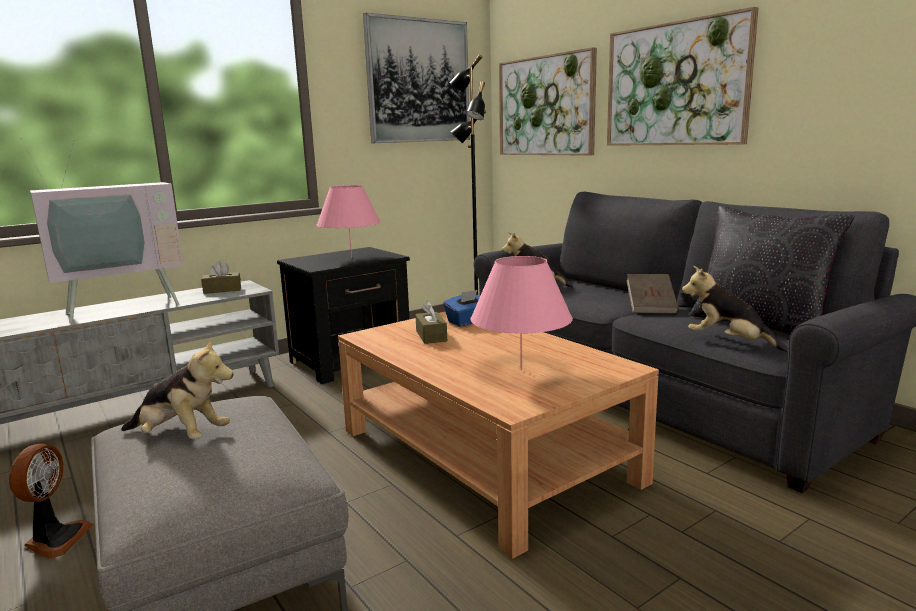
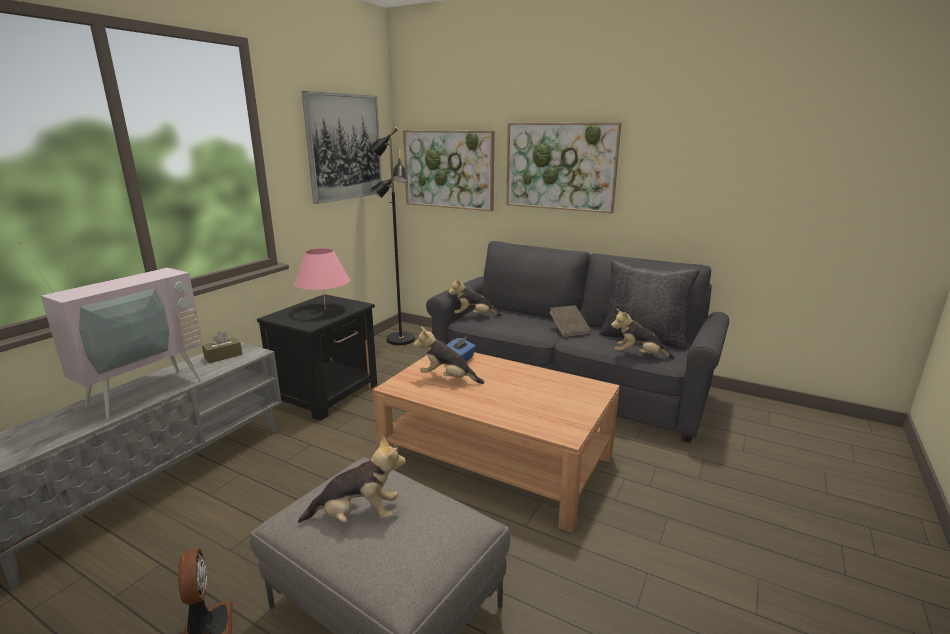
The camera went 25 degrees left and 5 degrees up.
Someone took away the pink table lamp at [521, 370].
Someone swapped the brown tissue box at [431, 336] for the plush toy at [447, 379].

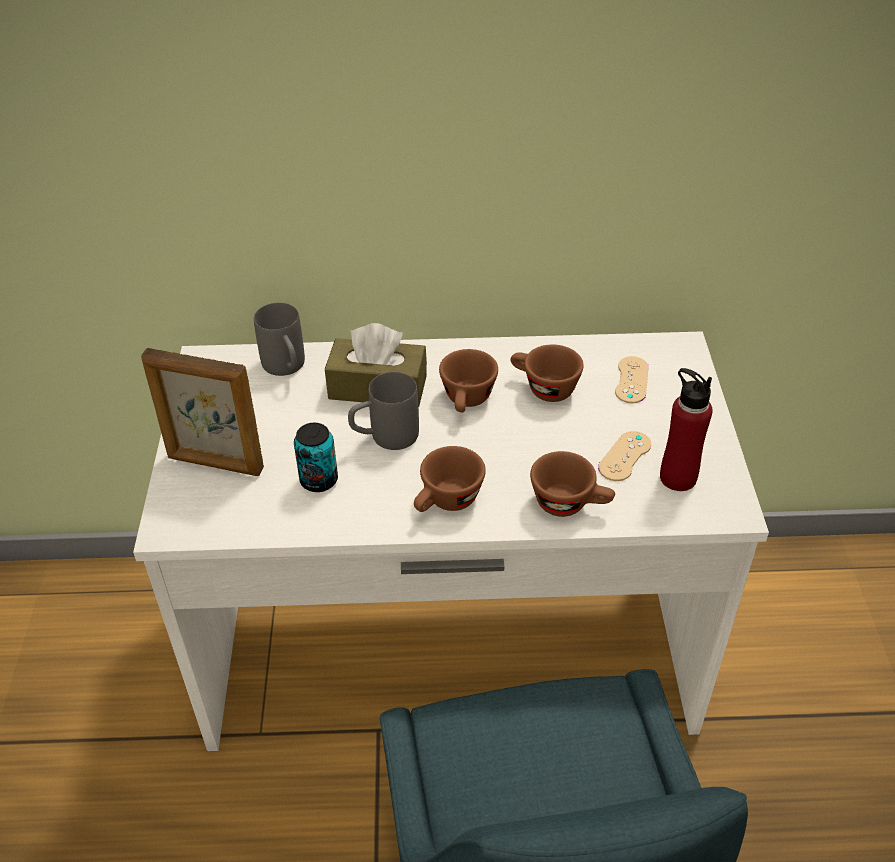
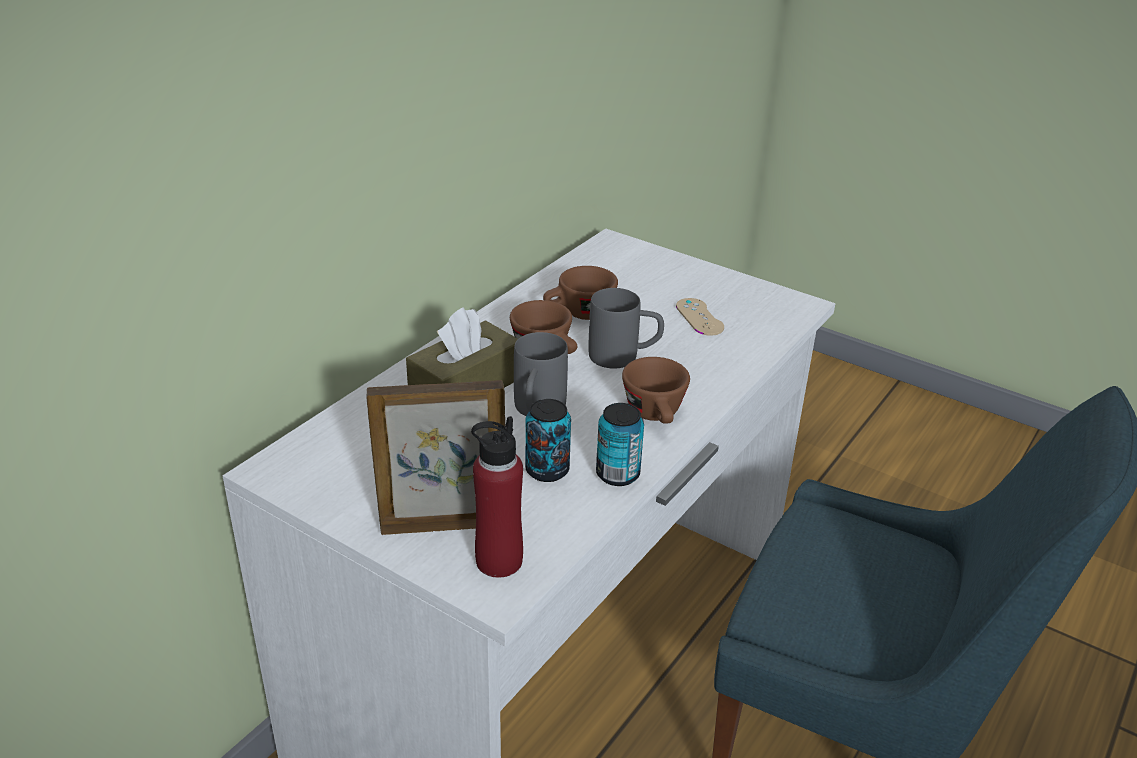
The camera went 55 degrees left and 10 degrees down.
Someone carried the grey mug from [287, 368] to [624, 357].
Someone rotated the picture frame at [215, 464] by 150 degrees counterclockwise.
Someone took away the beige game controller at [631, 380].
Someone carried the red bottle from [677, 477] to [498, 561].
Someone took away the brown cup at [570, 503].
Someone put down the can at [617, 474].

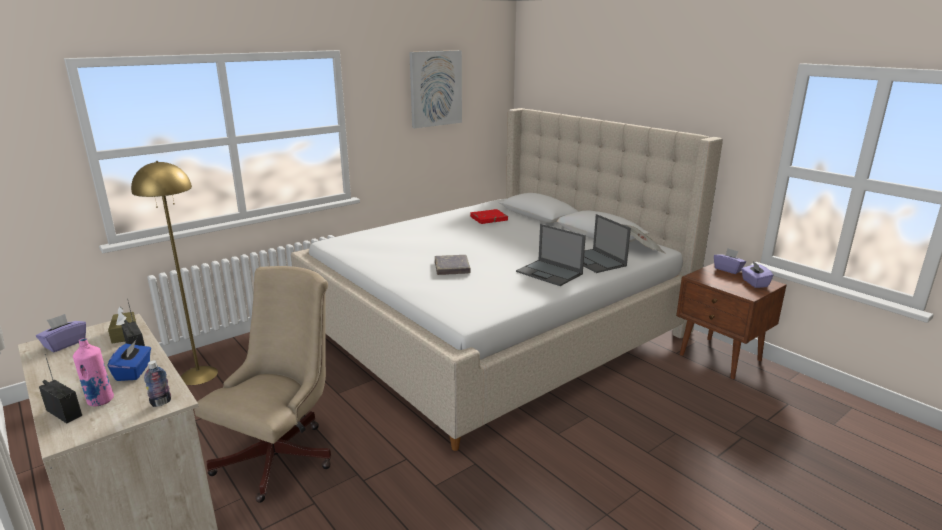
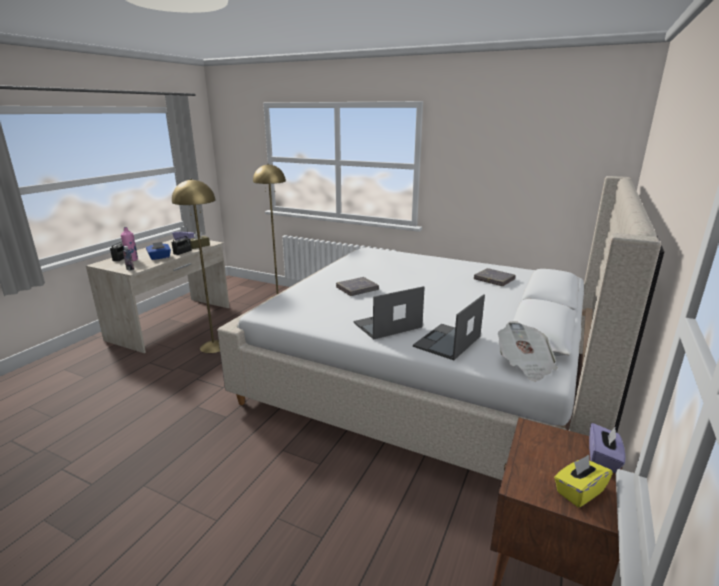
The camera went 65 degrees right and 0 degrees up.
Someone took away the picture at [435, 88].
Someone repainted the red book at [488, 219], which became the grey book at [494, 279].
Someone rotated the laptop at [550, 273] by 45 degrees clockwise.
Someone repainted the purple tissue box at [754, 283], which became the yellow tissue box at [579, 491].
Someone swapped the beige office chair at [282, 454] for the yellow floor lamp at [213, 346].

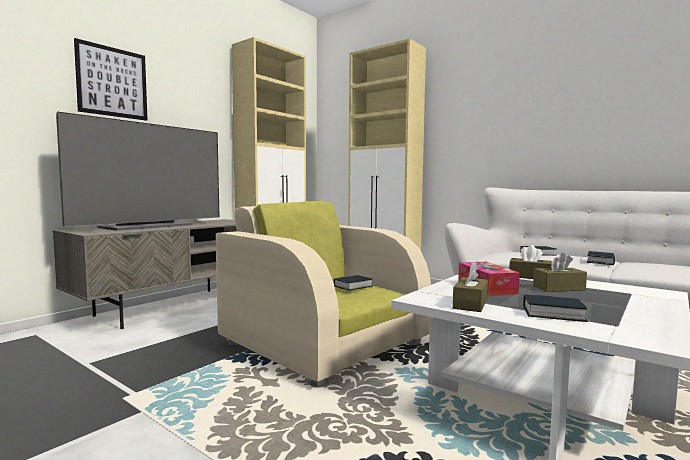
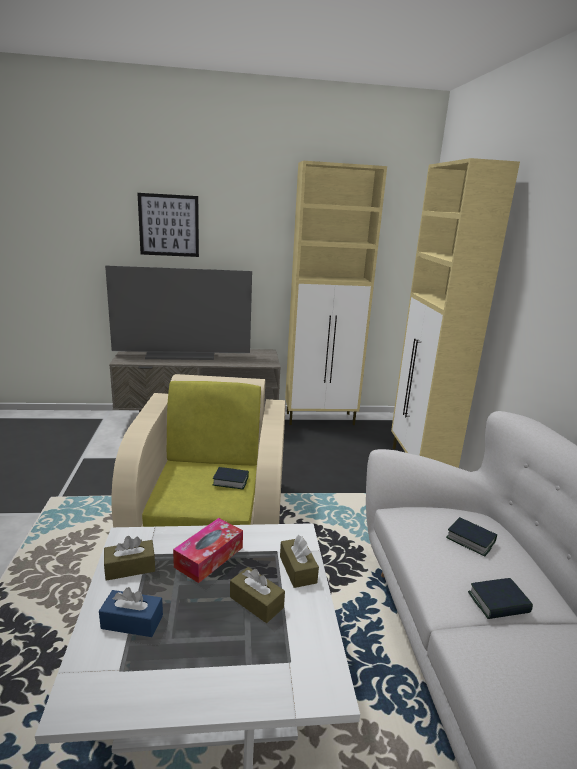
The camera went 45 degrees right and 15 degrees up.
Someone swapped the book at [553, 314] for the blue tissue box at [132, 622].

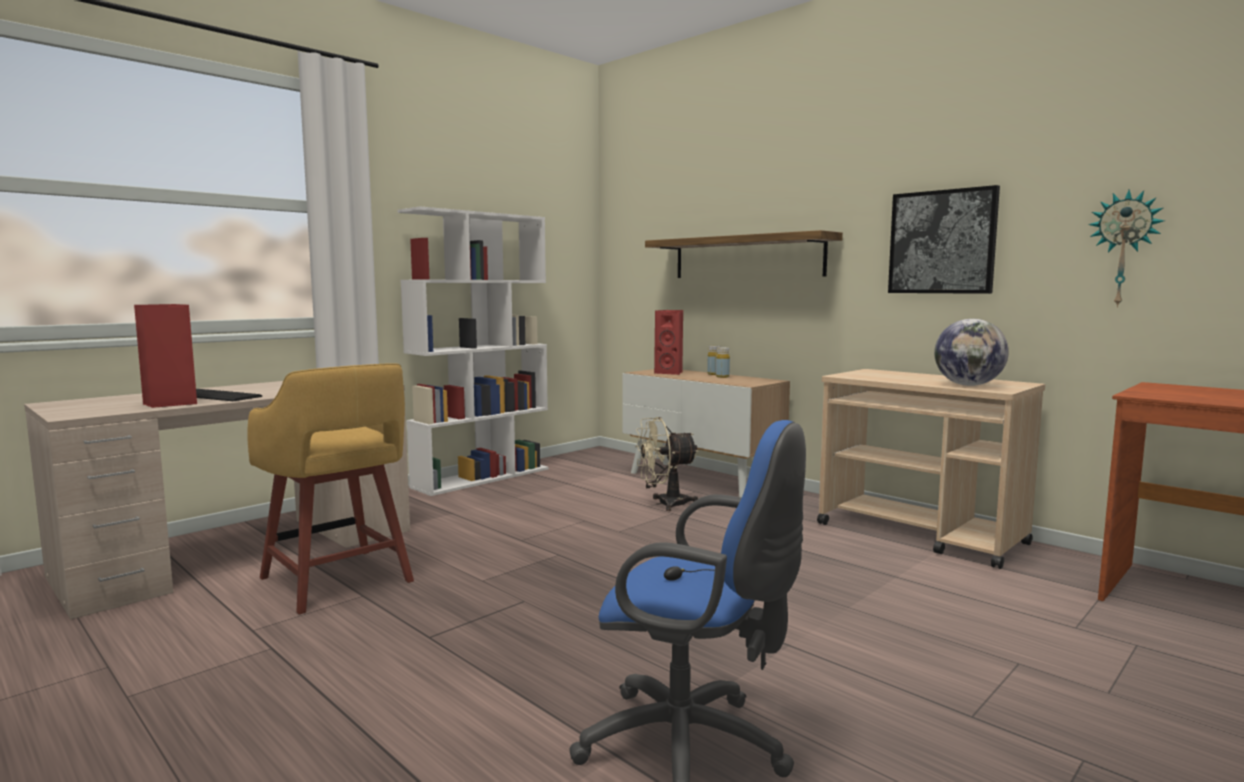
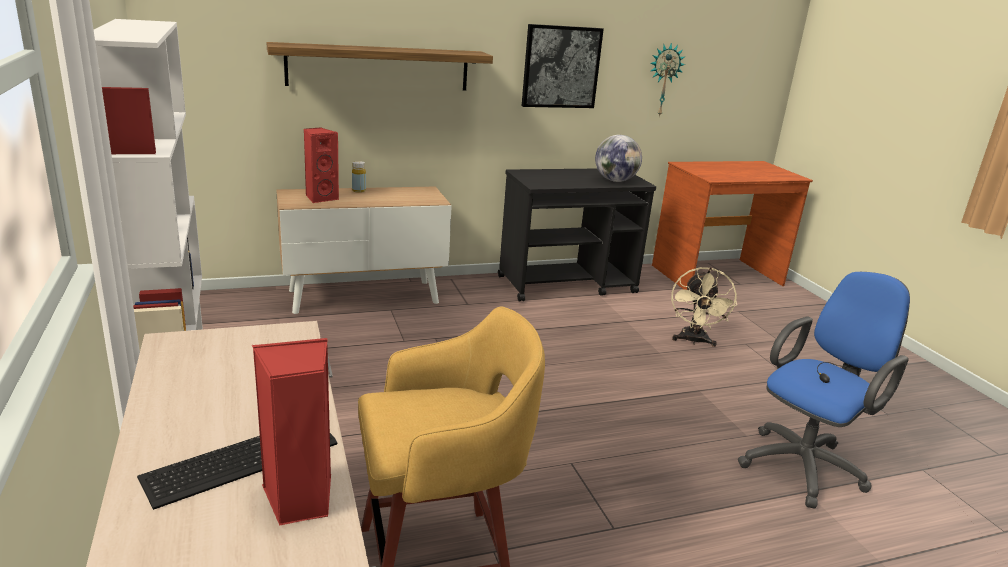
The camera went 65 degrees left and 15 degrees up.
Someone took away the yellow bottle at [722, 377].
Someone repainted the beige cart at [921, 534], which became the black cart at [568, 285].
Someone carried the beige fan from [664, 504] to [693, 341].

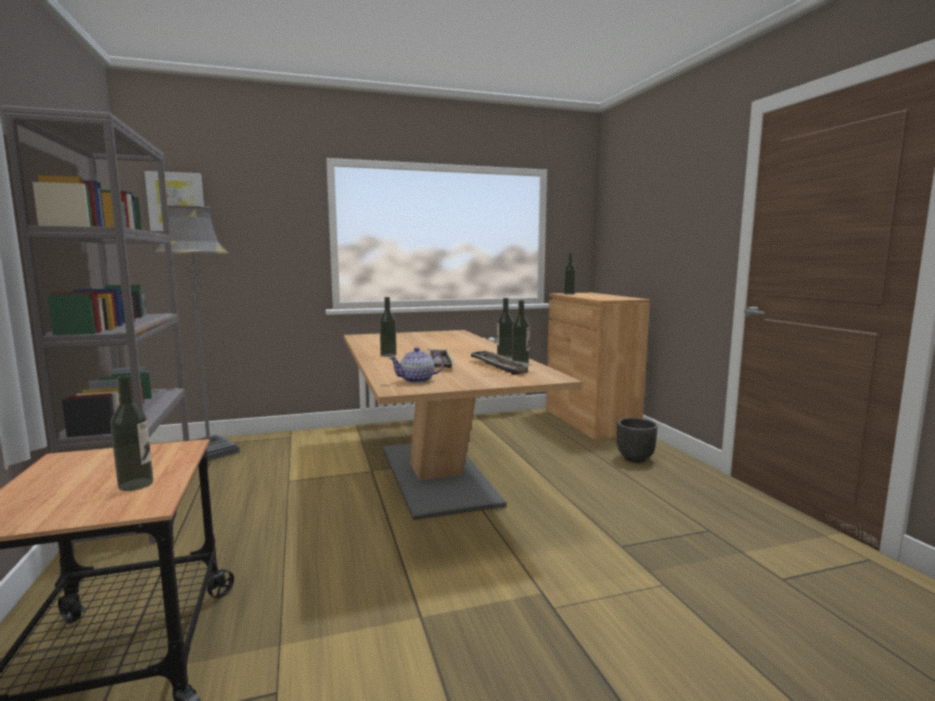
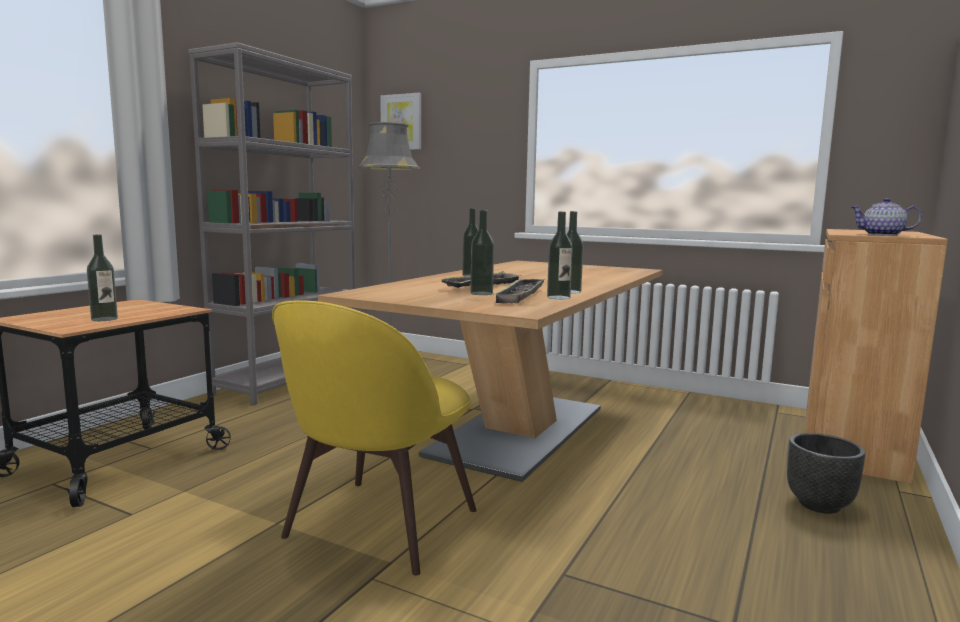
The camera went 45 degrees right and 0 degrees up.
Someone carried the bottle from [569, 294] to [481, 293].
Someone carried the teapot from [417, 380] to [883, 235].
Someone put down the yellow chair at [378, 527].

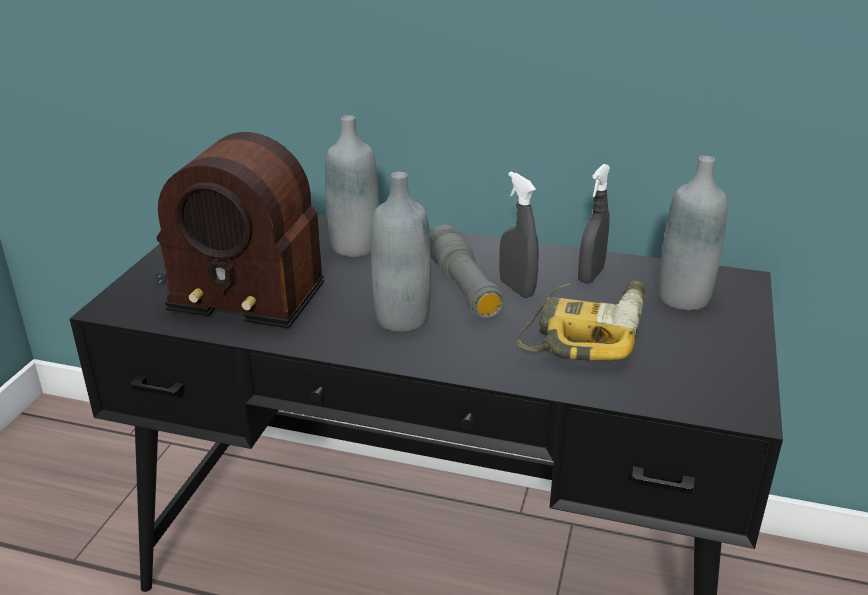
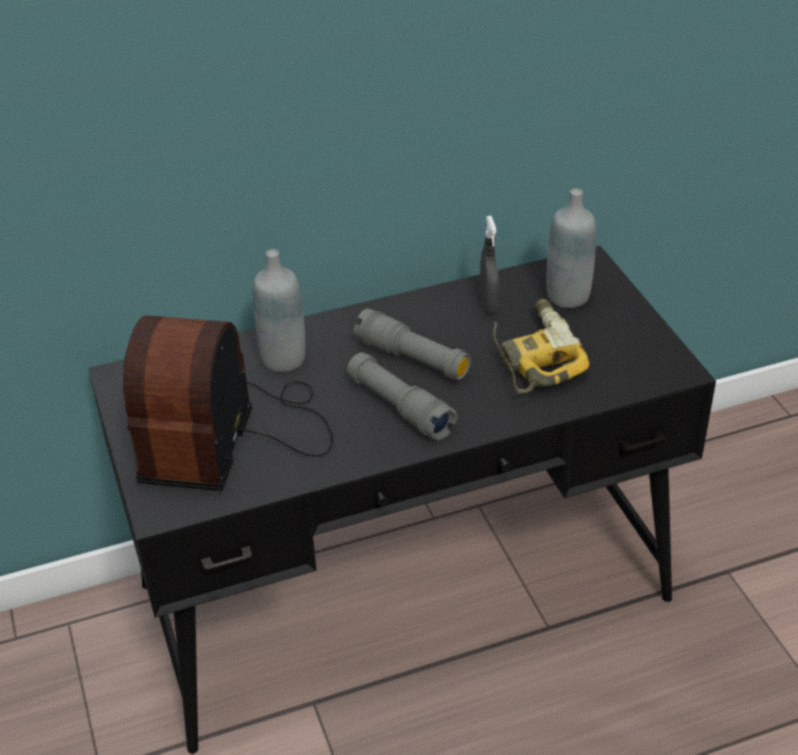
The camera went 35 degrees left and 10 degrees up.
Someone rotated the radio at [241, 281] by 120 degrees clockwise.
Someone took away the grey spray bottle at [516, 289].
Someone swapped the grey bottle at [402, 319] for the grey flashlight at [400, 407].

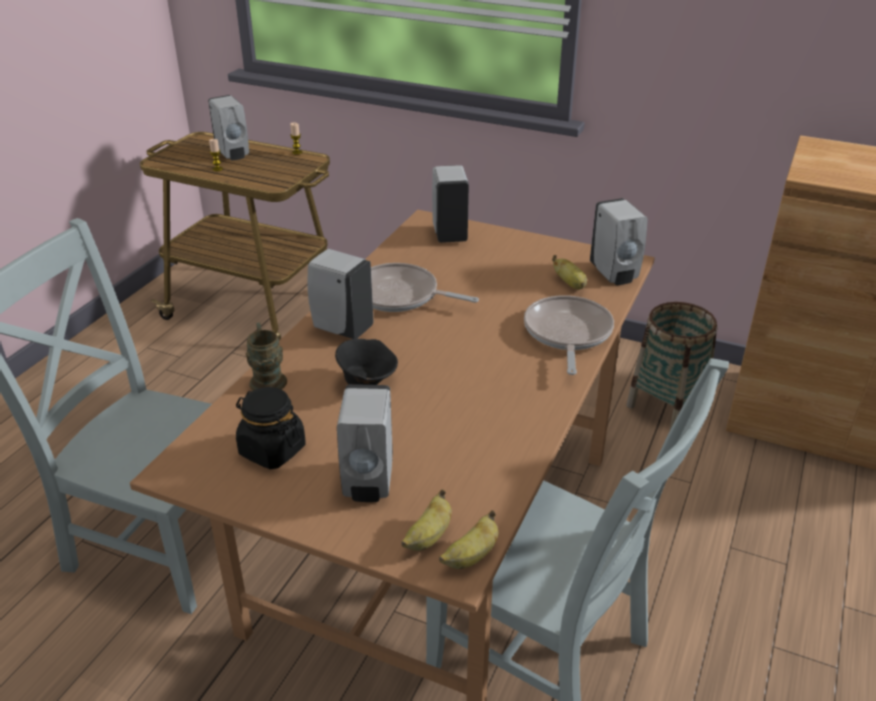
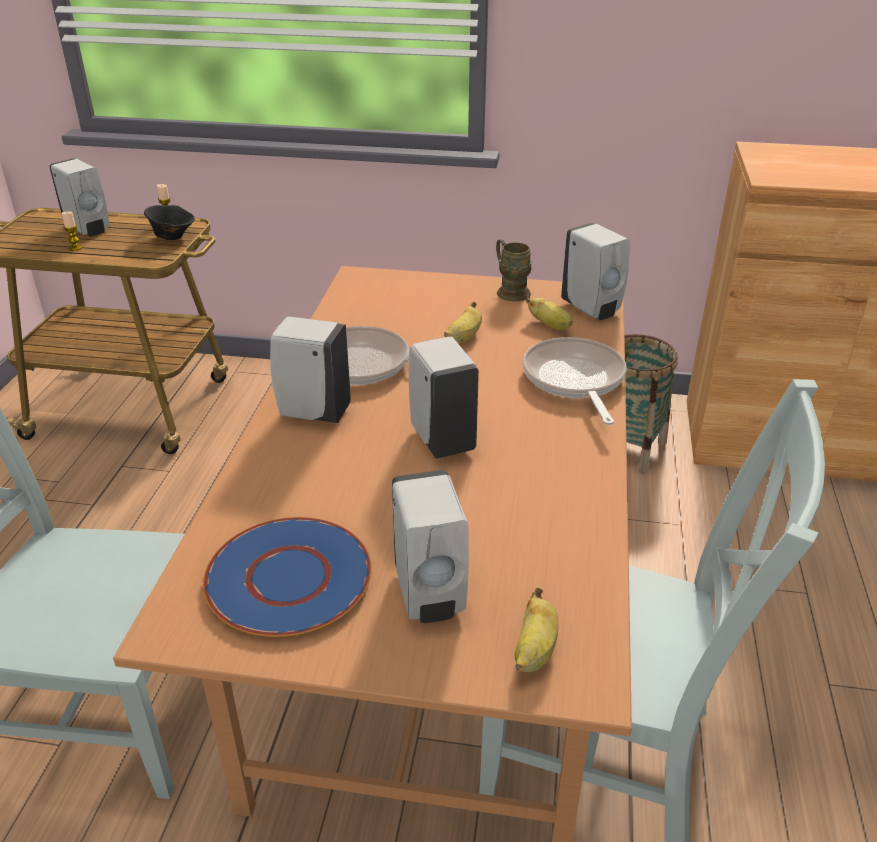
The camera went 15 degrees left and 0 degrees up.
Someone carried the white soap dispenser from [449, 234] to [441, 438].
Someone carried the brown mug from [267, 378] to [509, 290].
Someone carried the black bowl from [367, 382] to [173, 237].
Someone swapped the black jar at [272, 450] for the blue plate at [290, 577].
Someone carried the banana from [471, 557] to [464, 337].

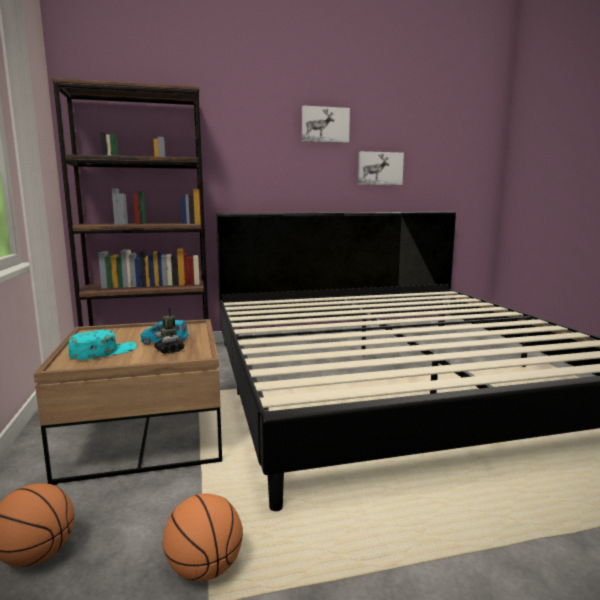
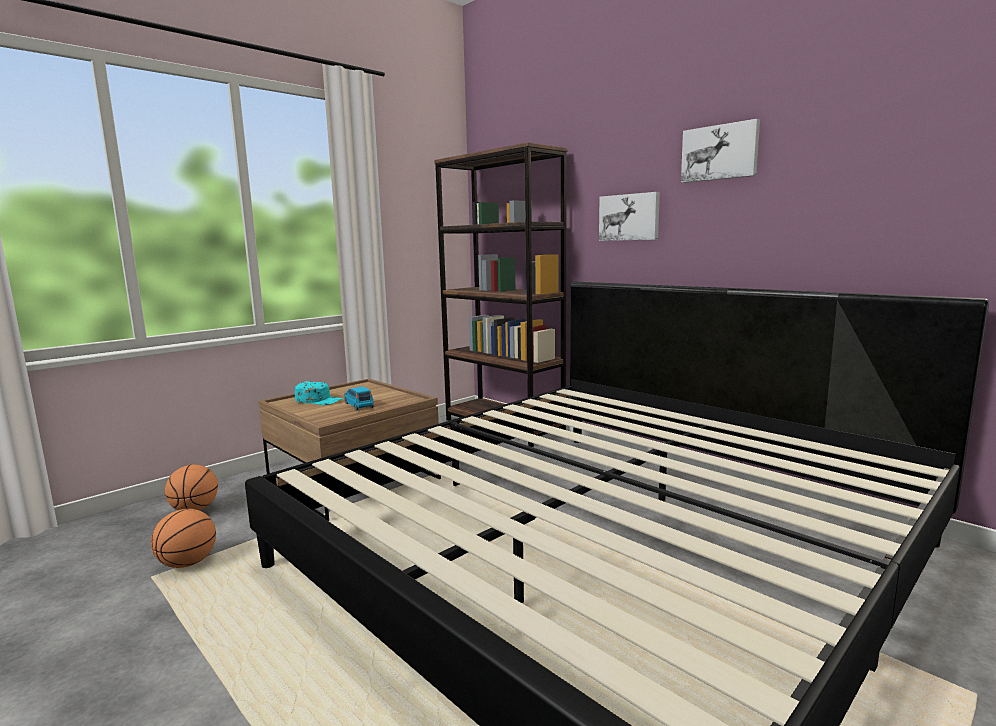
The camera went 60 degrees right and 0 degrees up.
Someone carried the picture from [380, 168] to [629, 217].
Someone took away the toy robot at [169, 350].

